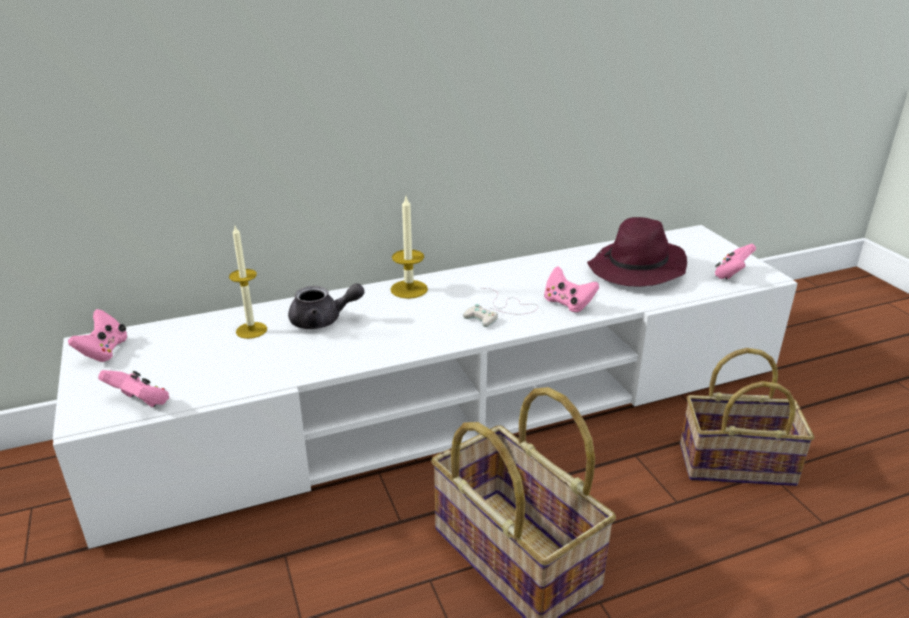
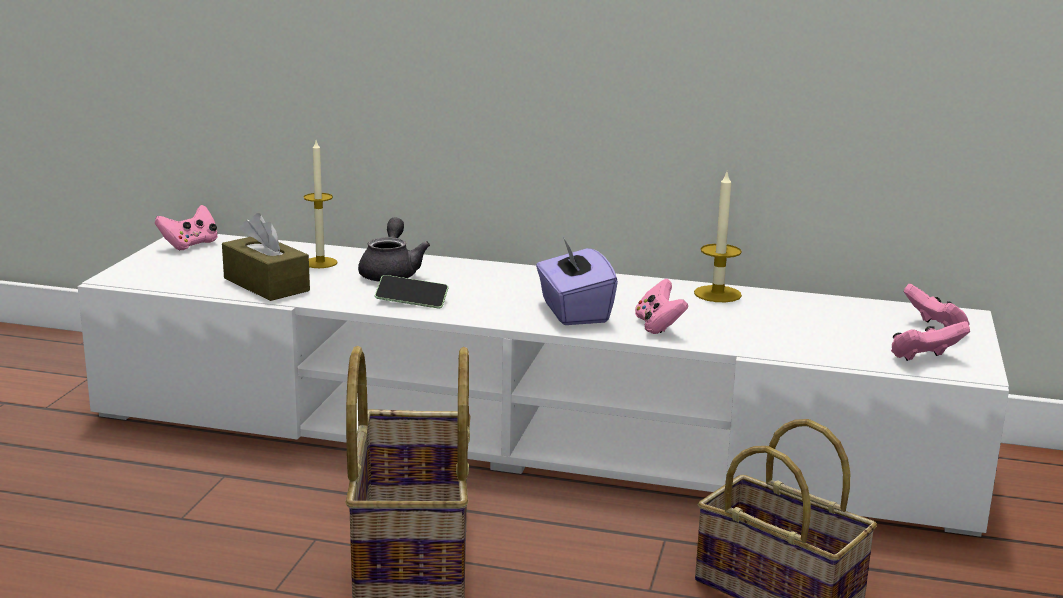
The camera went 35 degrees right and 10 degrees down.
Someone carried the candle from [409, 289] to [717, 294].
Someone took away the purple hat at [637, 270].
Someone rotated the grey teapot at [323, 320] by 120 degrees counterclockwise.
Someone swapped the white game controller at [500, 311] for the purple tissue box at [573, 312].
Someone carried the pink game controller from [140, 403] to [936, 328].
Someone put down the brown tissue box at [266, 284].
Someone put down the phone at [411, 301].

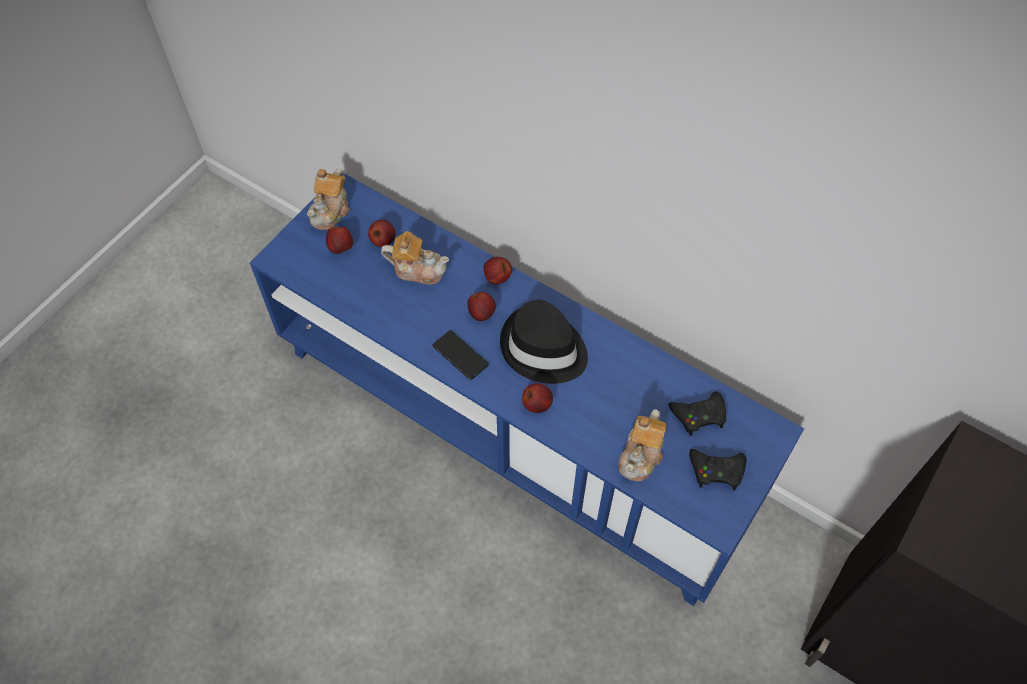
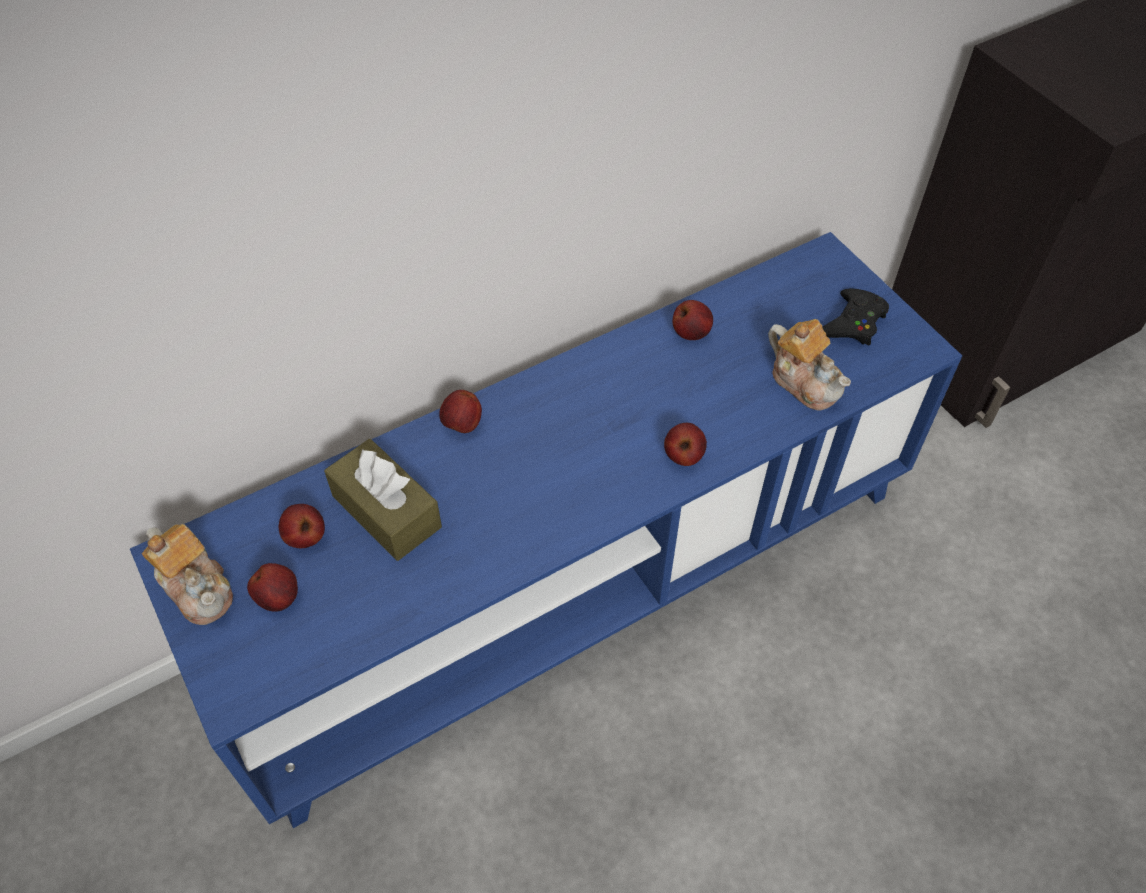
The camera went 65 degrees left and 5 degrees down.
Someone swapped the teapot at [418, 269] for the brown tissue box at [386, 511].
Someone carried the apple from [482, 314] to [691, 333].
Someone took away the black hat at [543, 349].
Someone took away the phone at [460, 355].
Someone took away the black game controller at [699, 415].

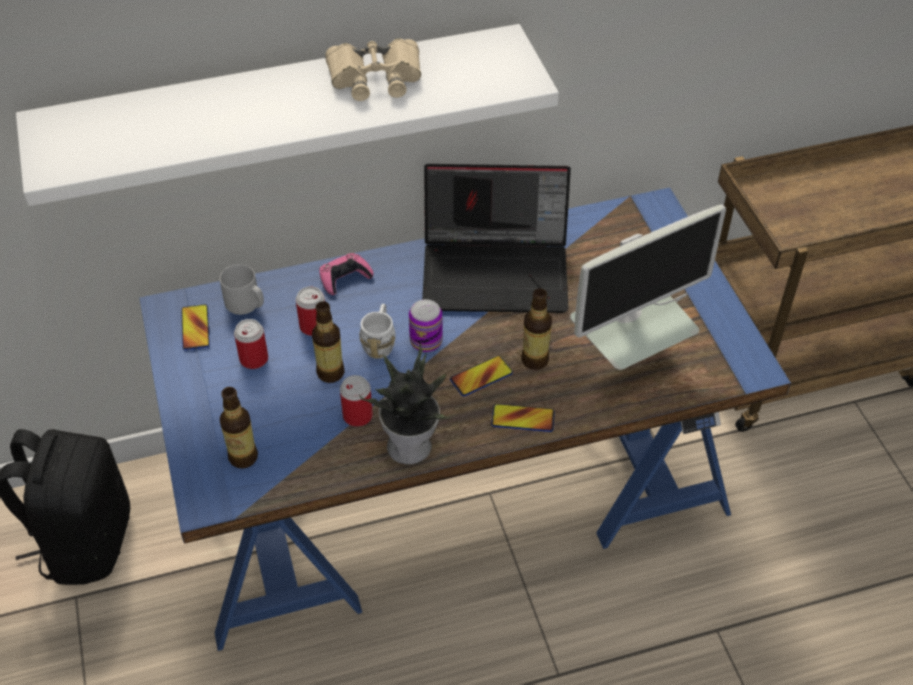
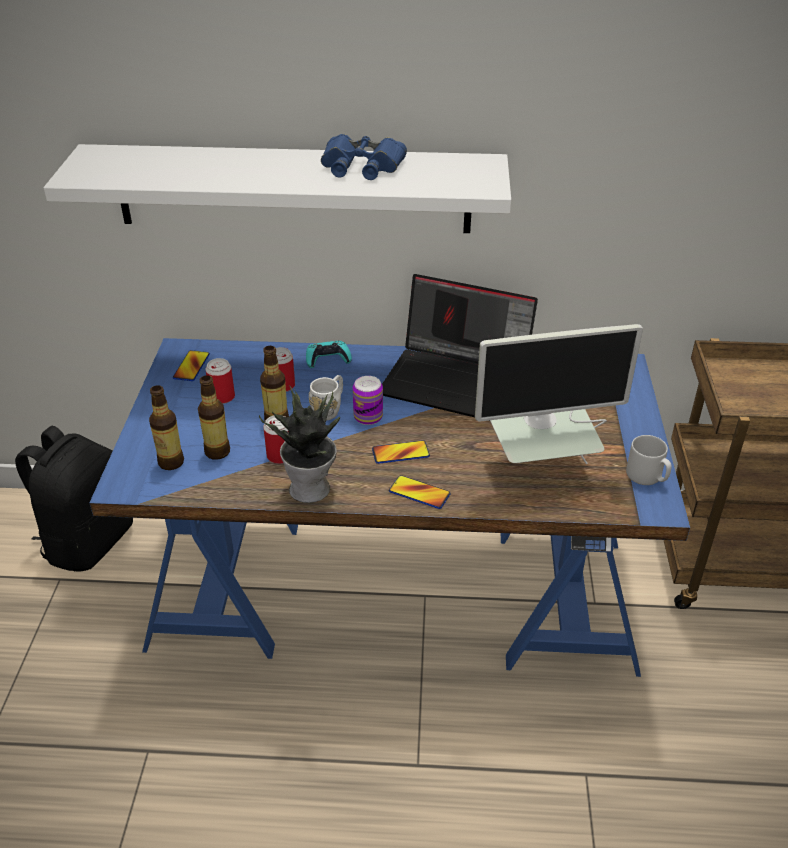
The camera went 20 degrees right and 10 degrees down.
Someone repainted the beige binoculars at [375, 77], which became the blue binoculars at [362, 166].
Someone repainted the pink game controller at [345, 278], which became the turquoise game controller at [328, 359].
Someone carried the grey mug from [246, 304] to [647, 477].
Someone carried the bottle from [534, 360] to [217, 452].

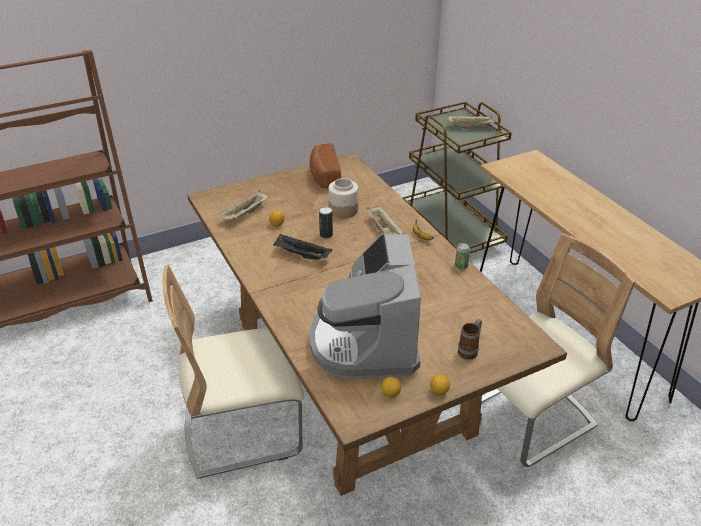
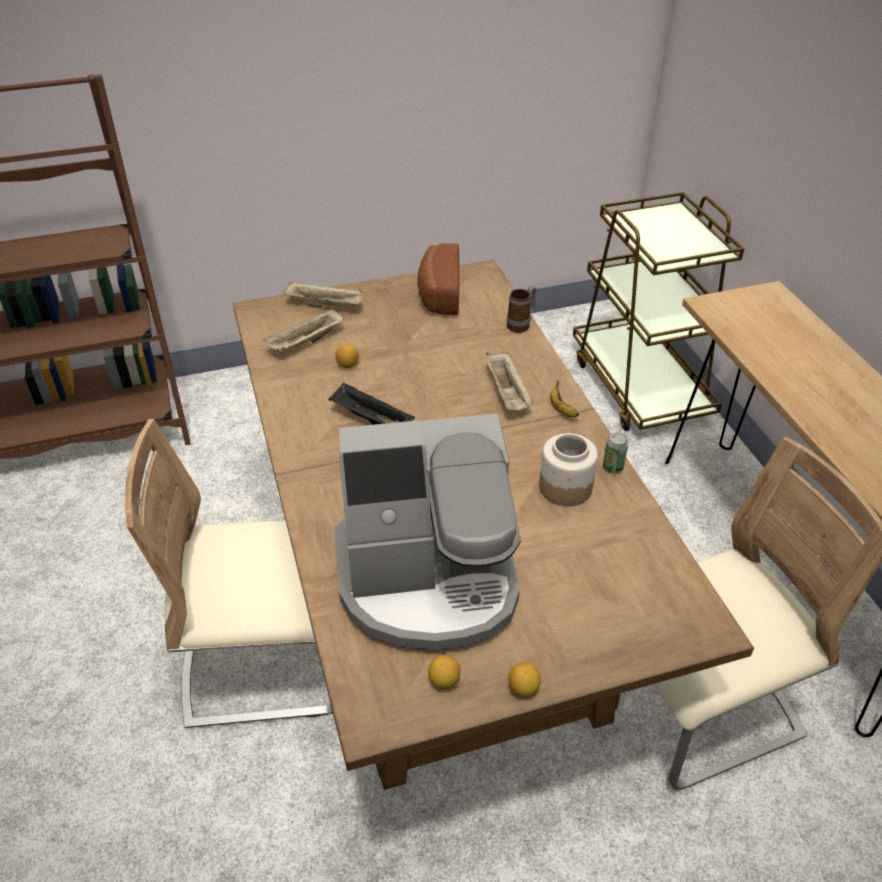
The camera went 10 degrees right and 5 degrees up.
Someone carried the beige tray from [471, 127] to [326, 305].
Someone carried the jar from [343, 210] to [564, 487].
Someone took away the can at [326, 234].
Someone rotated the coffee machine at [366, 341] by 105 degrees counterclockwise.
Someone carried the mug from [470, 350] to [521, 324].

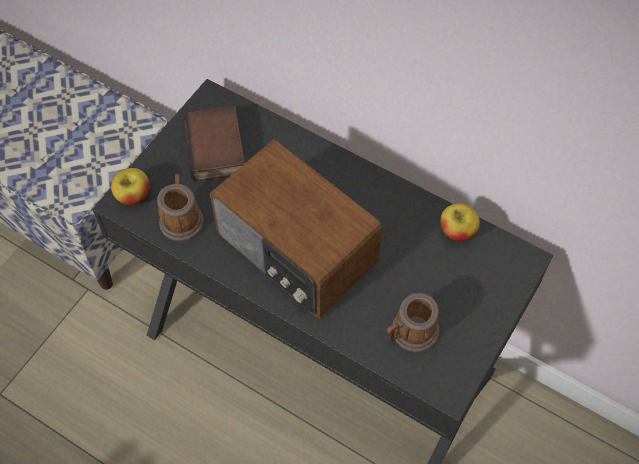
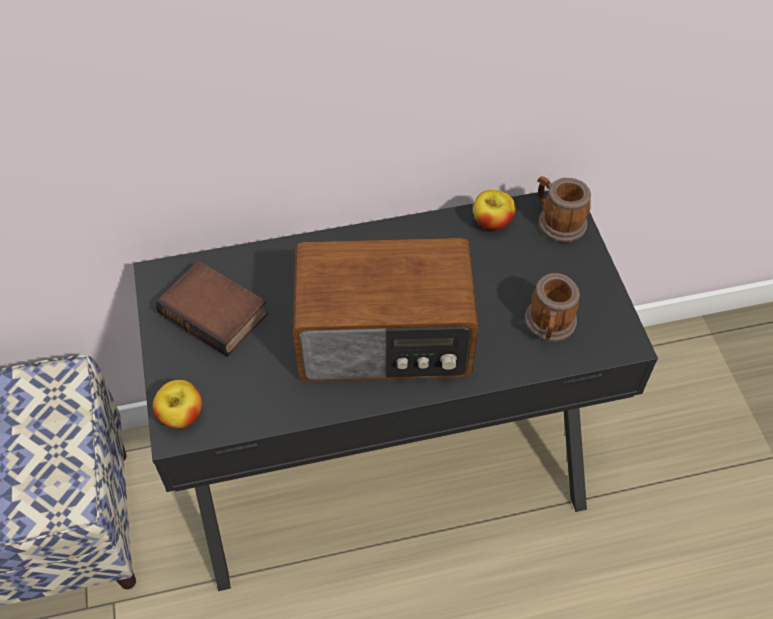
The camera went 45 degrees left and 5 degrees down.
Someone carried the mug from [181, 218] to [557, 221].

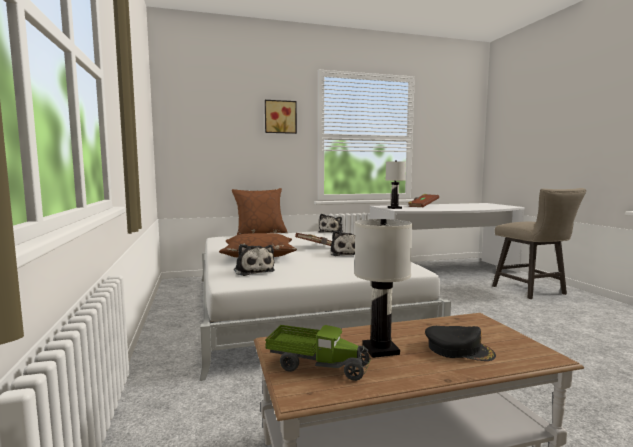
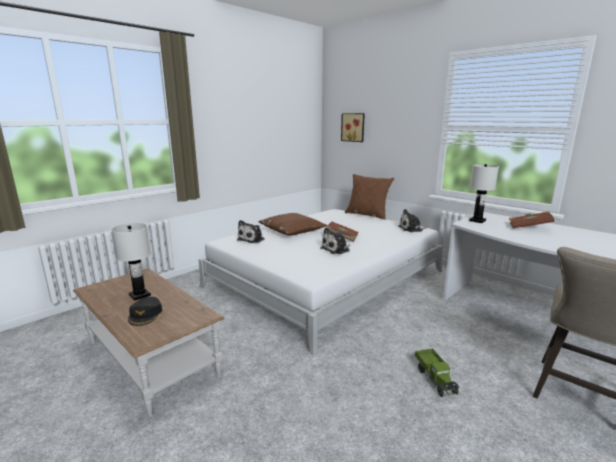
The camera went 60 degrees right and 10 degrees up.
Someone carried the picture from [280, 117] to [353, 127].
Someone carried the toy truck from [317, 366] to [435, 378].

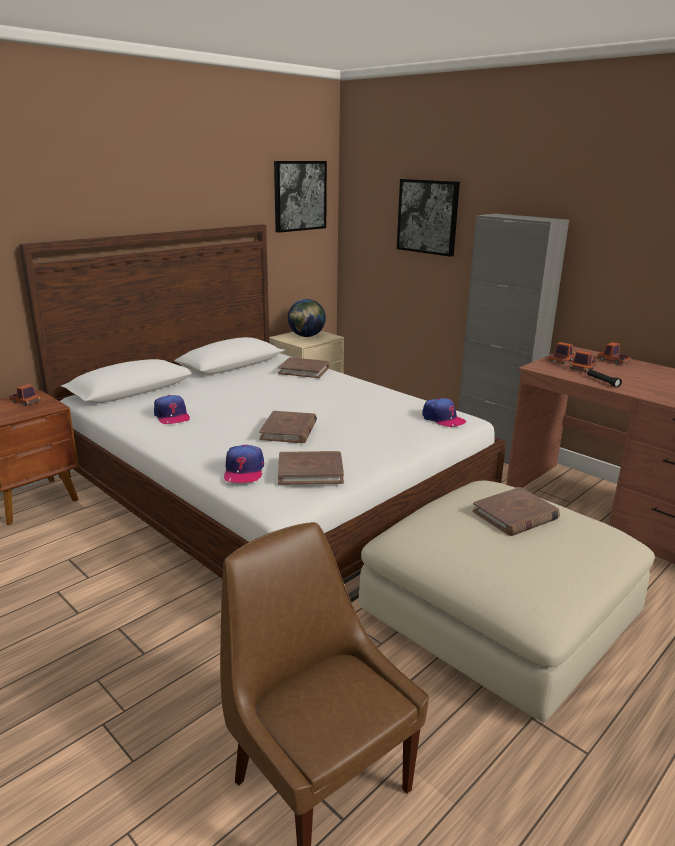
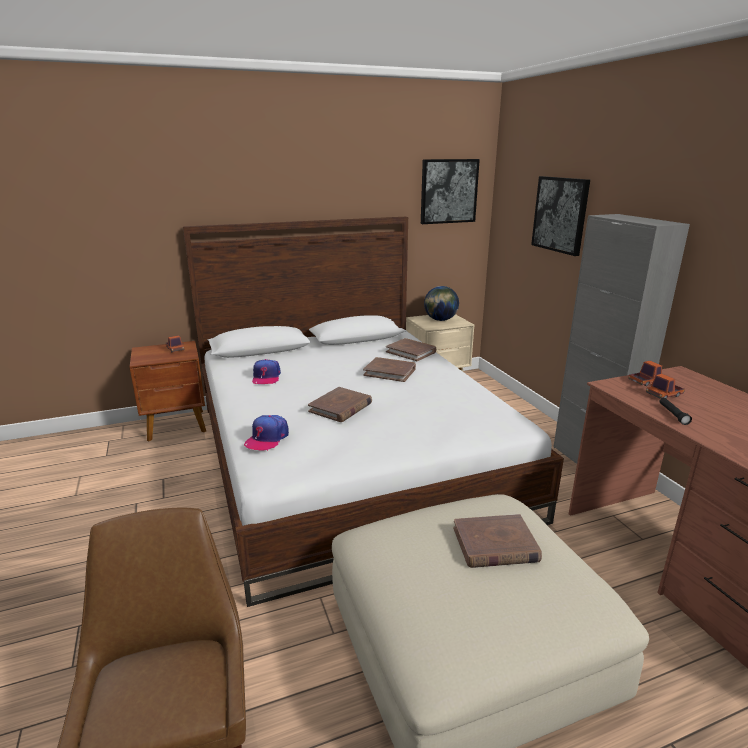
The camera went 25 degrees right and 0 degrees up.
Someone took away the toy truck at [613, 361].
Someone took away the cap at [443, 419].
Someone carried the brown book from [310, 471] to [390, 372].

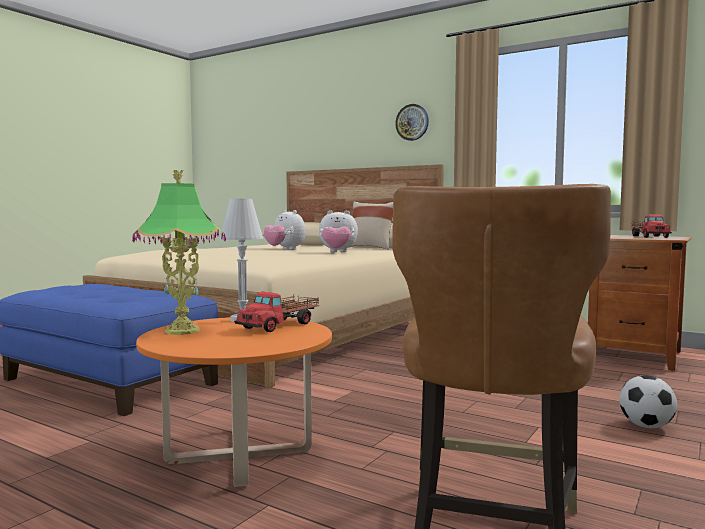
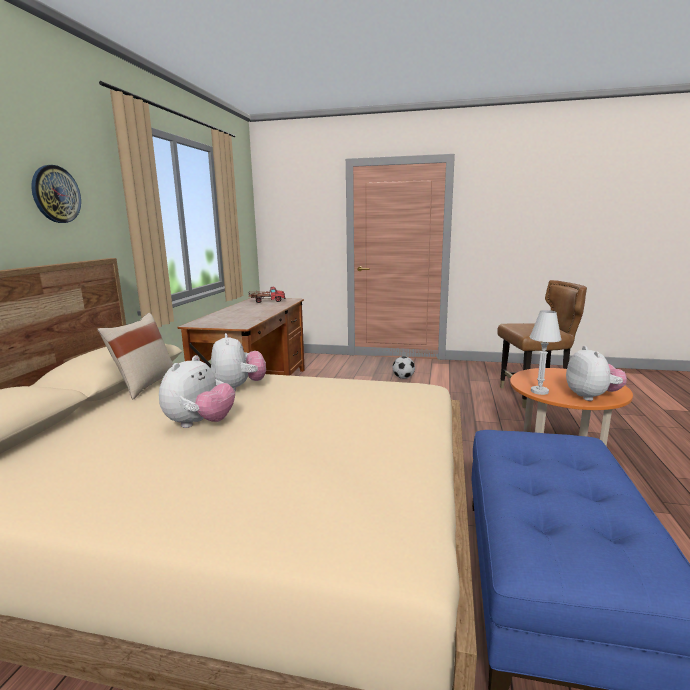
The camera went 110 degrees left and 10 degrees up.
Someone swapped the table lamp at [183, 331] for the plush toy at [591, 397].
Someone took away the toy truck at [280, 325].

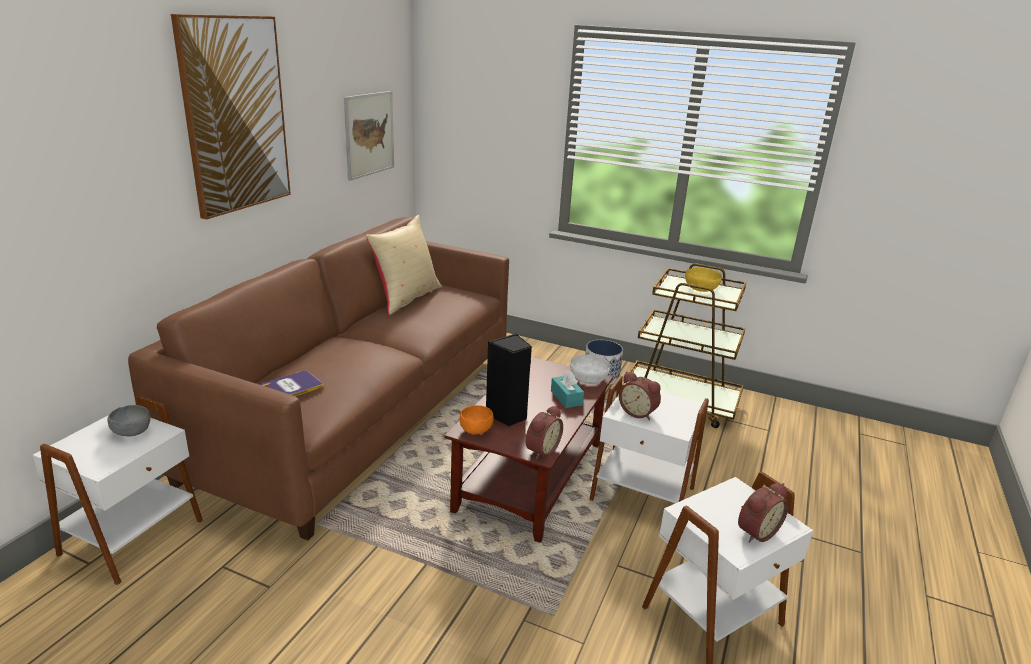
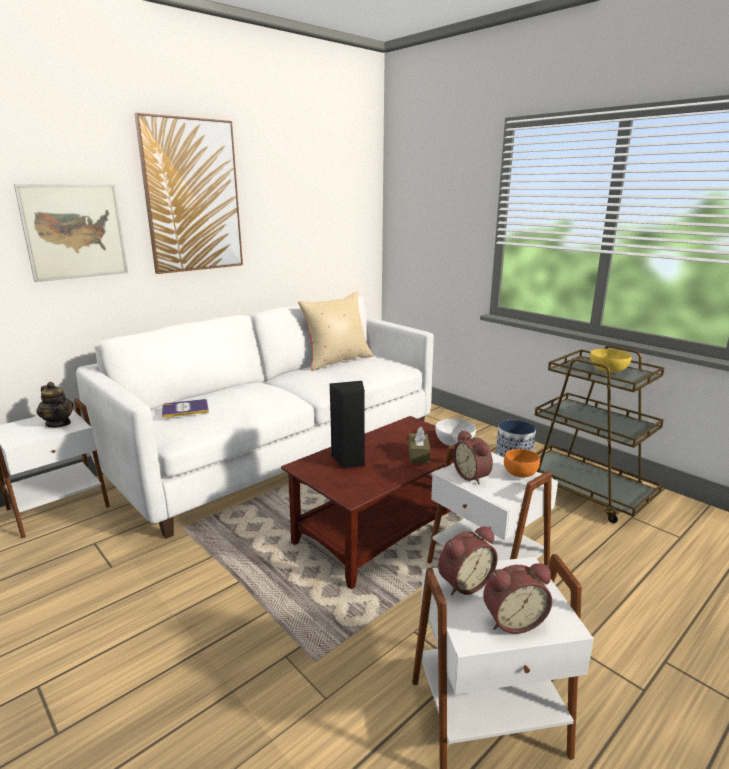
The camera went 25 degrees right and 5 degrees down.
Someone carried the picture from [369, 134] to [75, 232].
Someone repainted the brown sofa at [361, 413], which became the white sofa at [280, 452].
Someone repainted the turquoise tissue box at [566, 398], which became the brown tissue box at [418, 454].
Someone swapped the grey bowl at [132, 432] for the teapot at [58, 423].
Someone carried the orange bowl from [475, 430] to [519, 474].
Someone carried the alarm clock from [541, 449] to [463, 583].

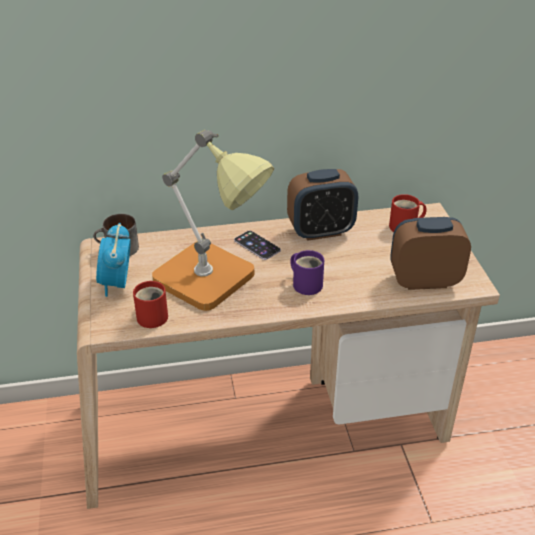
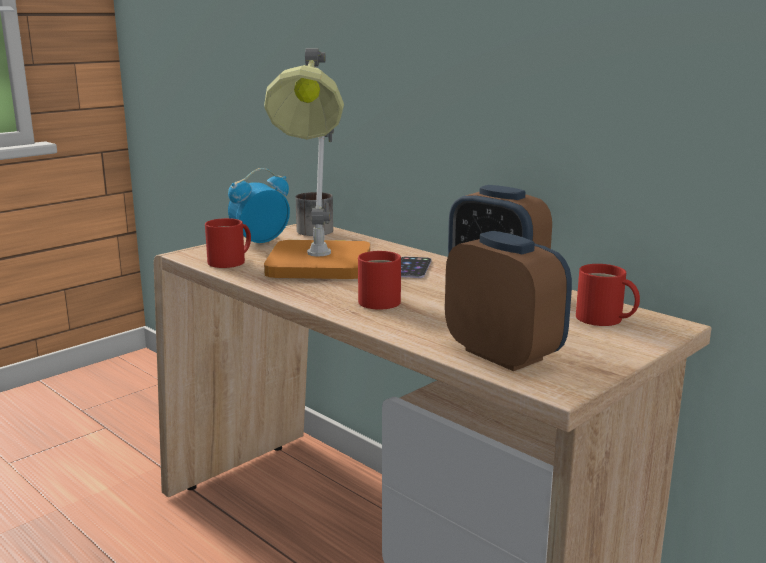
The camera went 55 degrees right and 20 degrees down.
Someone repainted the purple mug at [306, 283], which became the red mug at [382, 301].

